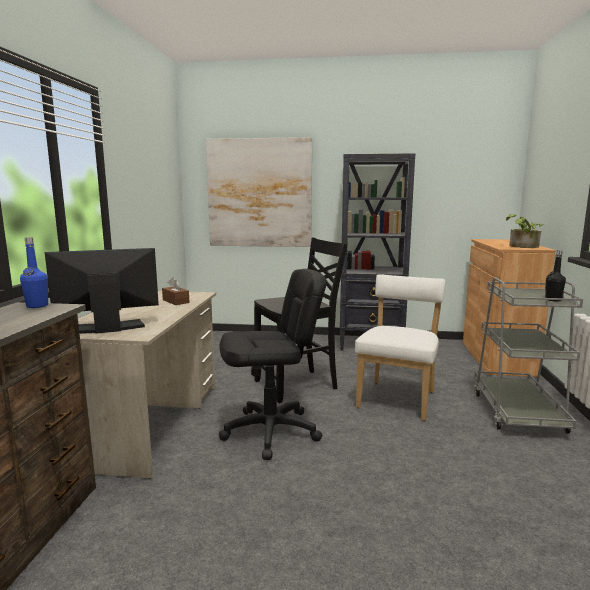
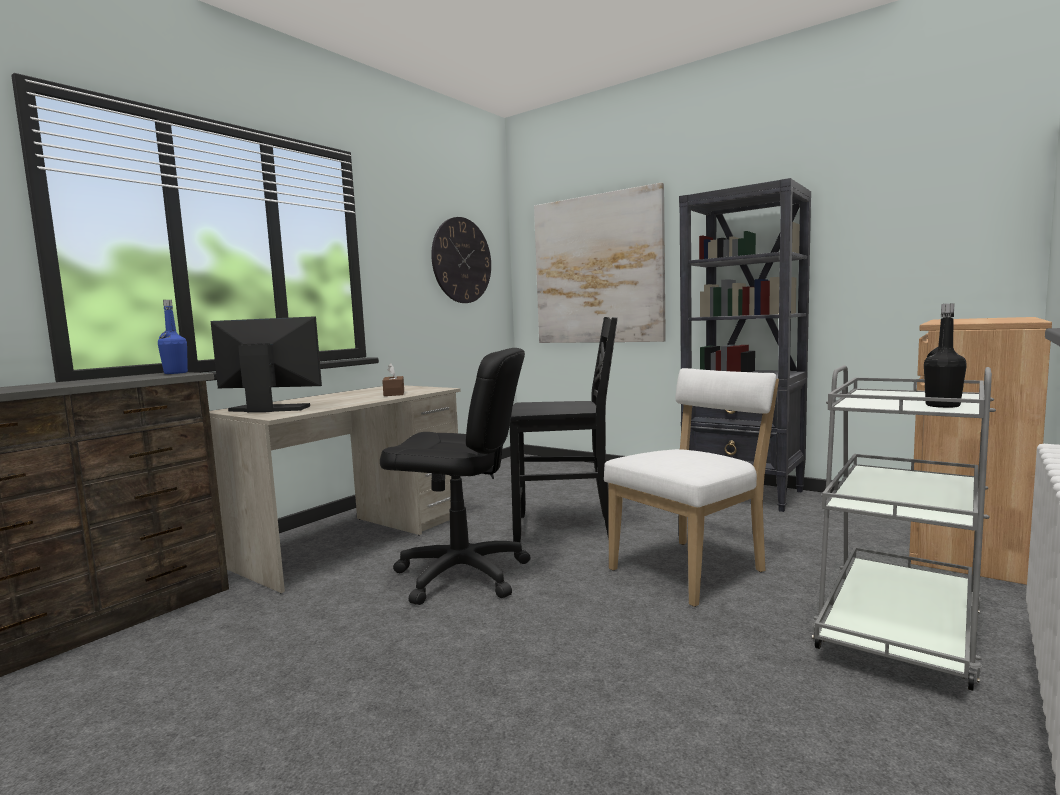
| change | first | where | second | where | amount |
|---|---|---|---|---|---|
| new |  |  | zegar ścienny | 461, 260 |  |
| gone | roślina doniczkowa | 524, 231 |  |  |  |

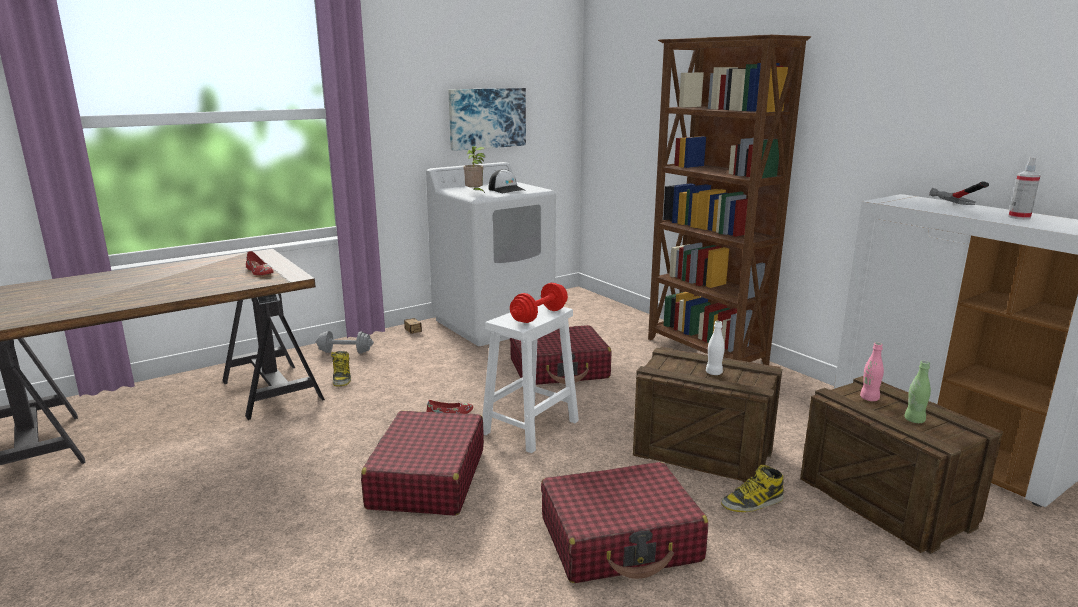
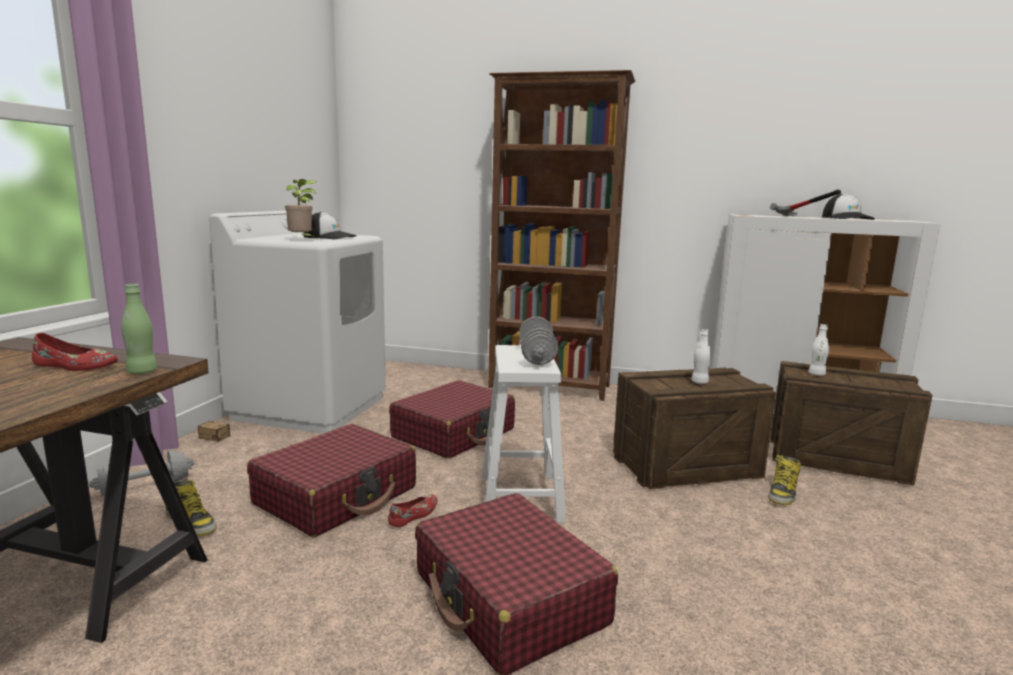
| change | first | where | second | where | amount |
|---|---|---|---|---|---|
| shifted | butelka/zielony | 917, 392 |  | 139, 329 |  |
| shifted | walizka/czerwony | 624, 522 |  | 331, 480 |  |
| repainted | hantel/czerwony | 539, 303 | hantel/szary | 538, 340 |  |
| repainted | butelka/różowy | 872, 371 | butelka/biały | 819, 350 |  |
| swapped | spryskiwacz | 1024, 188 | czapka z daszkiem | 848, 206 |  |
| gone | obraz | 487, 119 |  |  |  |

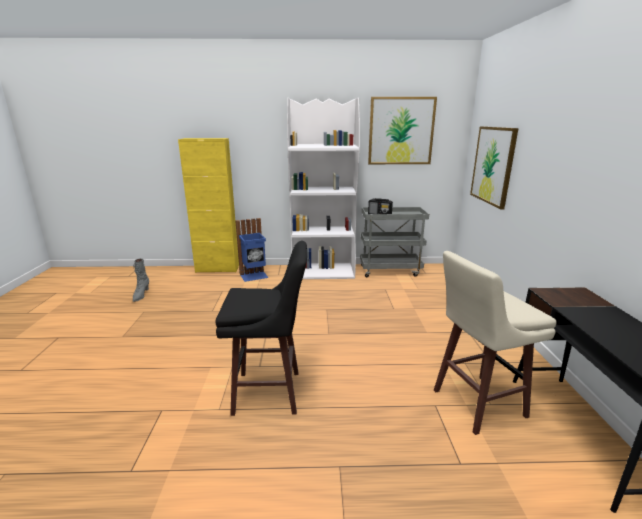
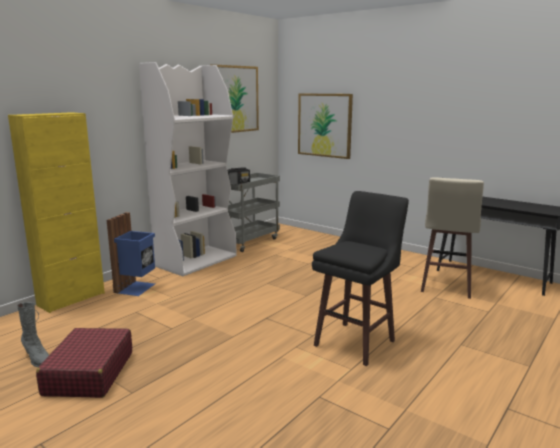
| change | first | where | second | where | amount |
|---|---|---|---|---|---|
| new |  |  | walizka/czerwony | 84, 363 |  |

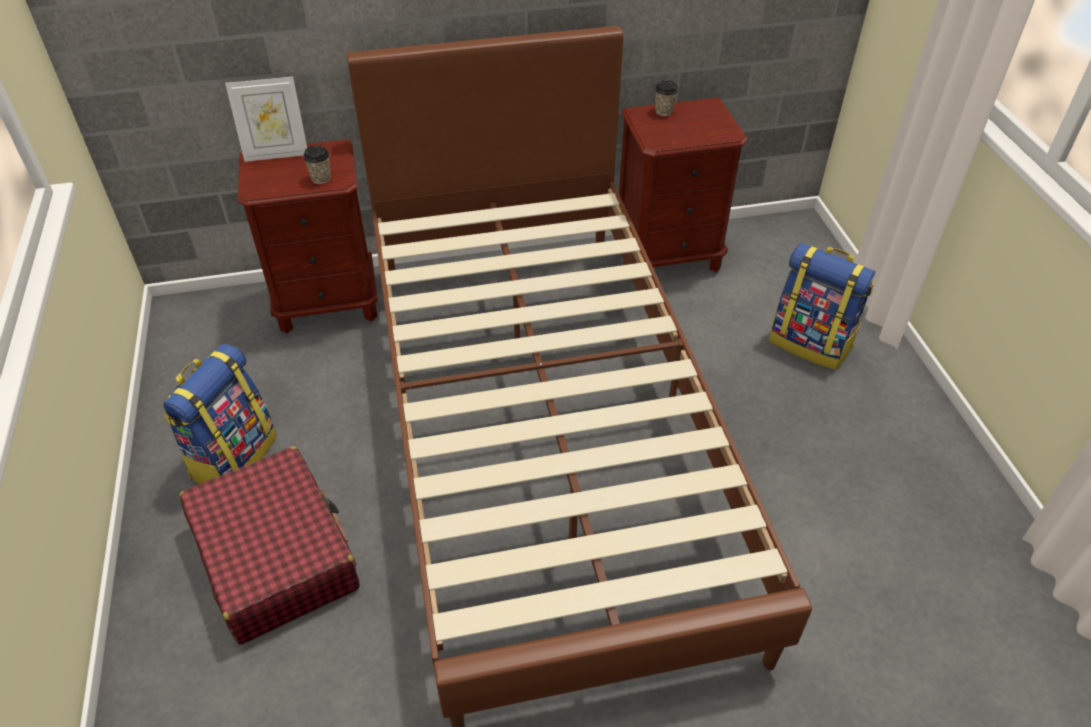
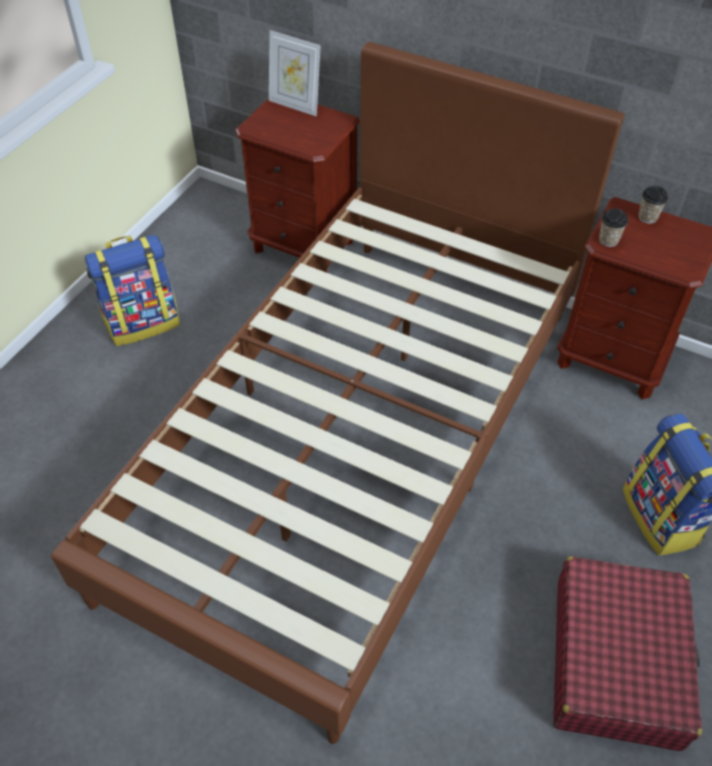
| change | first | where | second | where | amount |
|---|---|---|---|---|---|
| shifted | walizka/czerwony | 270, 545 |  | 628, 653 |  |
| shifted | filiżanka | 317, 164 |  | 613, 227 |  |

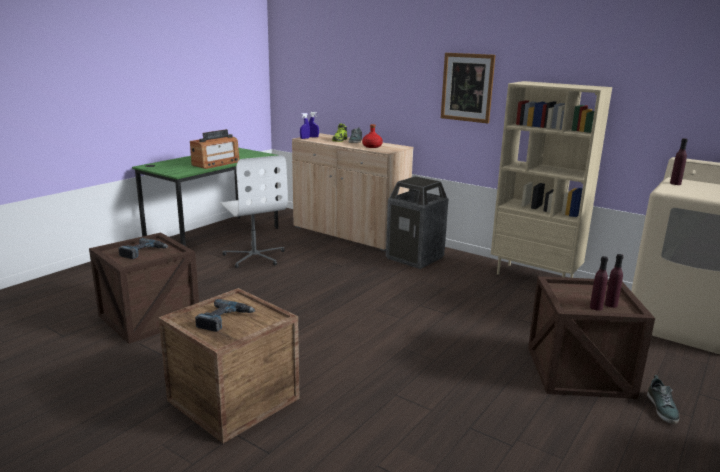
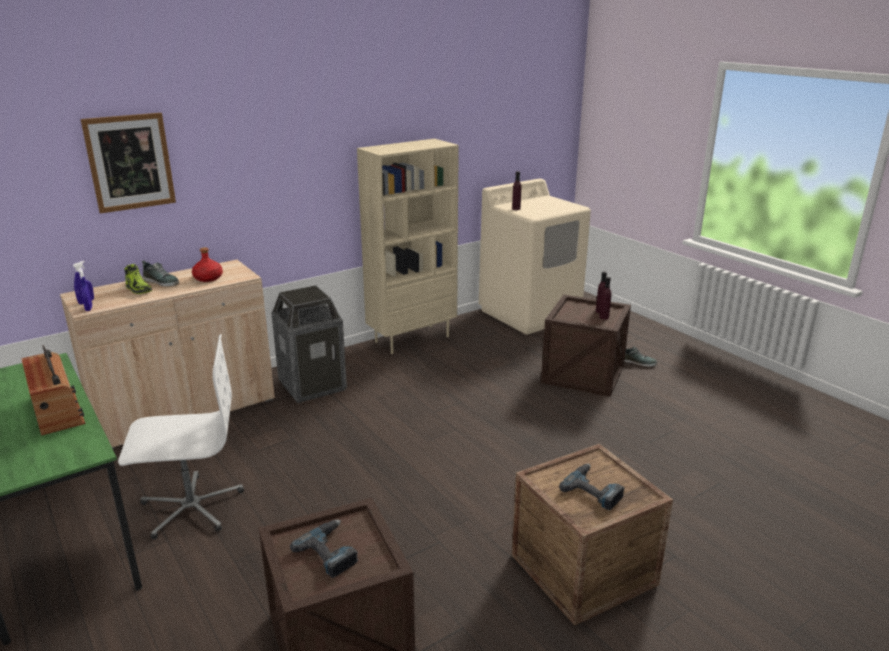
| change | first | where | second | where | amount |
|---|---|---|---|---|---|
| shifted | obraz | 468, 88 |  | 128, 163 |  |

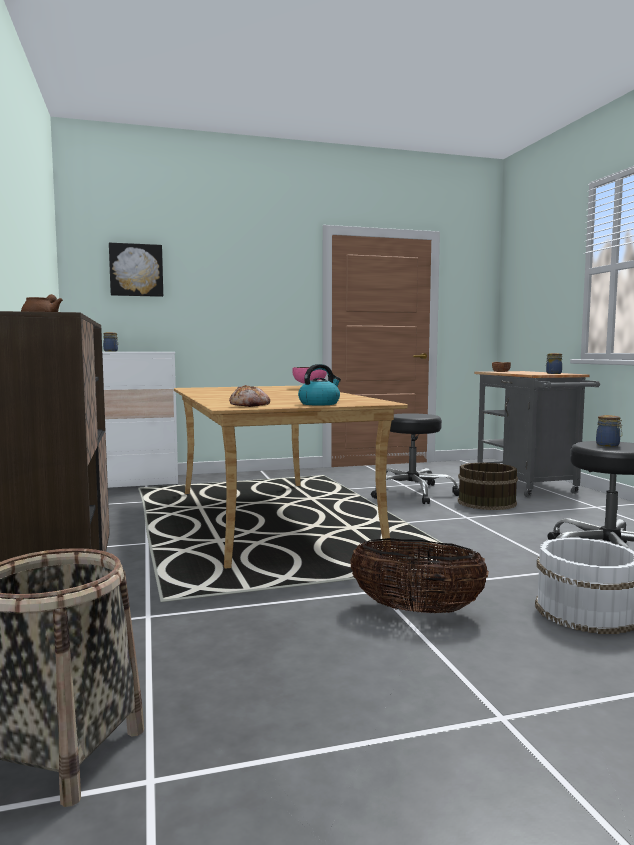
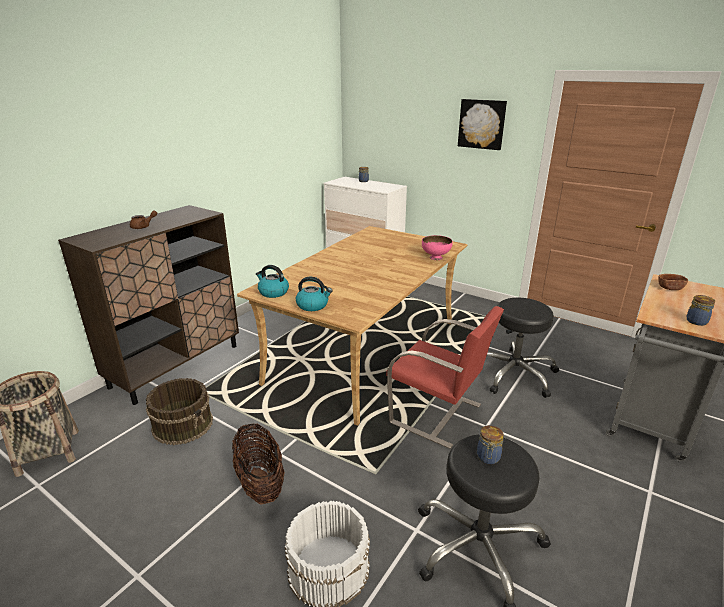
| change | first | where | second | where | amount |
|---|---|---|---|---|---|
| shifted | wiadro/brązowy | 488, 486 |  | 179, 411 |  |
| swapped | chleb | 249, 396 | czajnik | 272, 281 |  |
| new |  |  | krzesło/czerwony | 445, 377 |  |
| shifted | obraz | 136, 270 |  | 482, 124 |  |

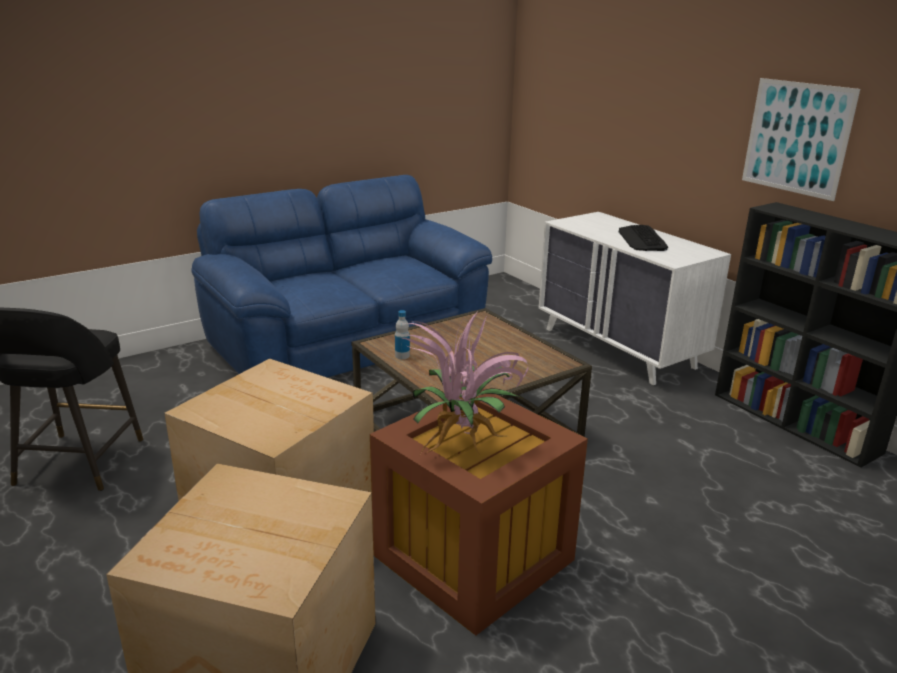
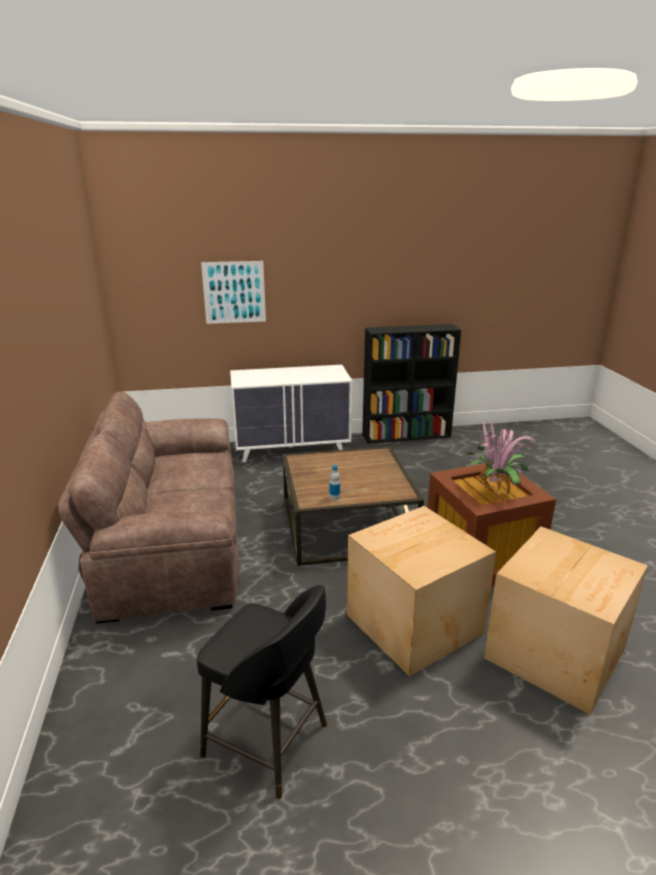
| change | first | where | second | where | amount |
|---|---|---|---|---|---|
| repainted | kanapa/niebieski | 341, 276 | kanapa/brązowy | 149, 508 |  |
| shifted | obraz | 801, 139 |  | 233, 292 |  |
| gone | klawiatura | 643, 238 |  |  |  |

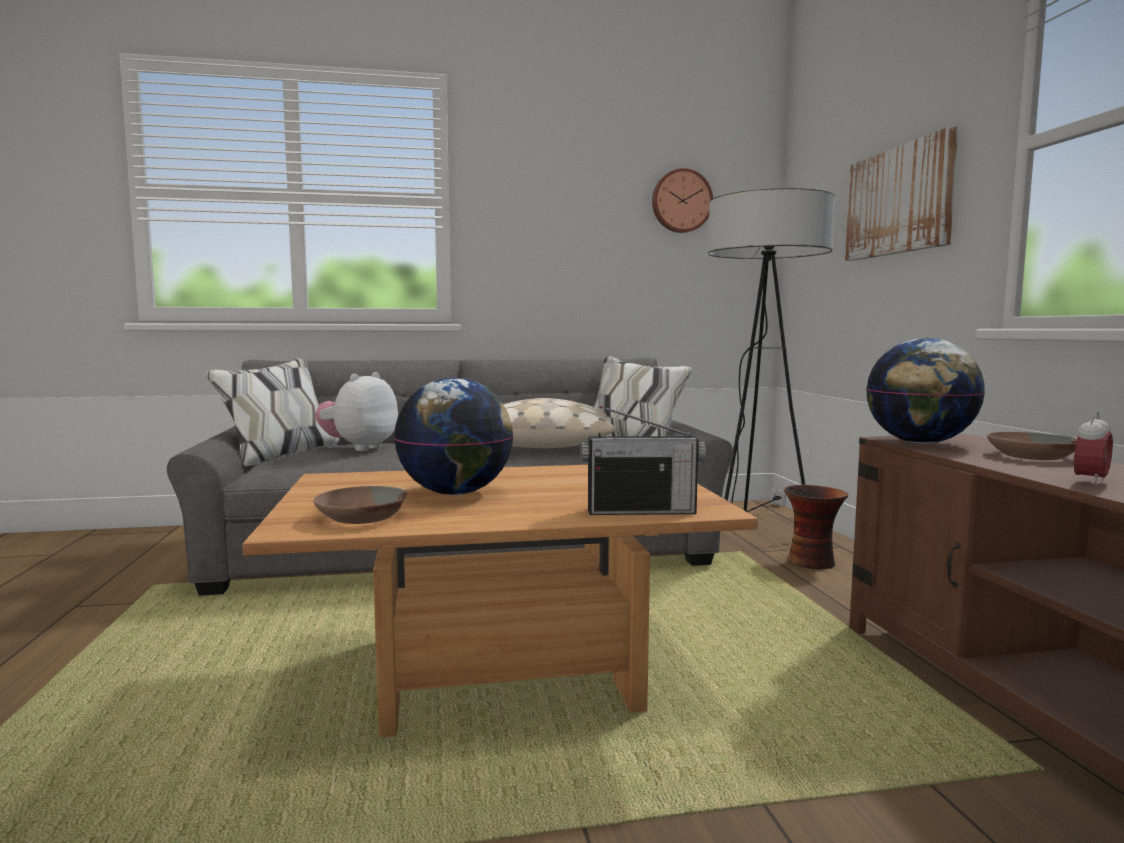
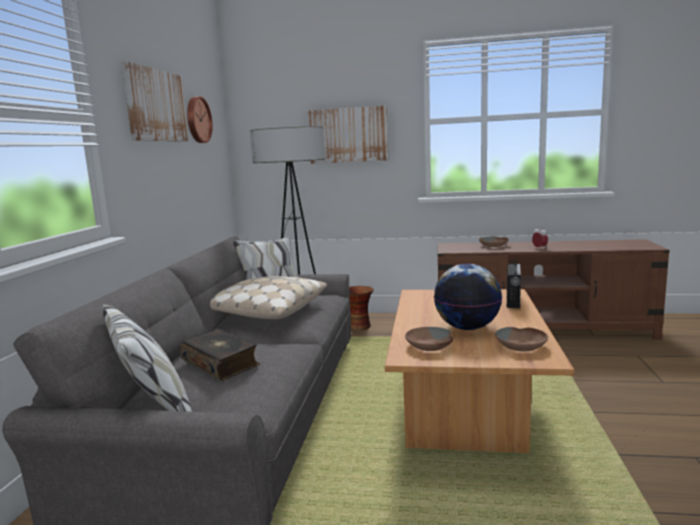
| change | first | where | second | where | amount |
|---|---|---|---|---|---|
| new |  |  | obraz | 155, 101 |  |
| swapped | pluszak | 356, 411 | książka | 219, 355 |  |
| new |  |  | miska/brązowy | 429, 339 |  |
| gone | globus | 925, 391 |  |  |  |

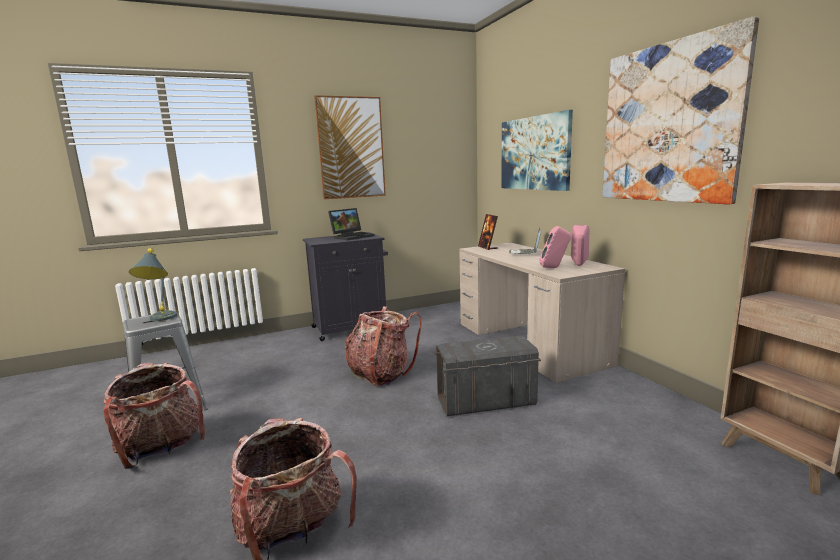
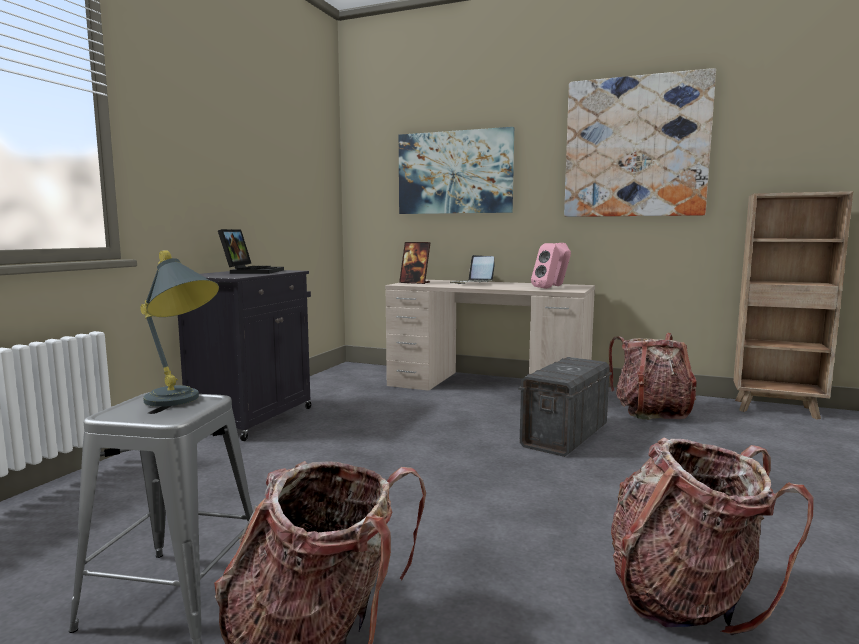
| change | first | where | second | where | amount |
|---|---|---|---|---|---|
| shifted | plecak | 383, 346 |  | 653, 376 |  |
| gone | obraz | 350, 147 |  |  |  |

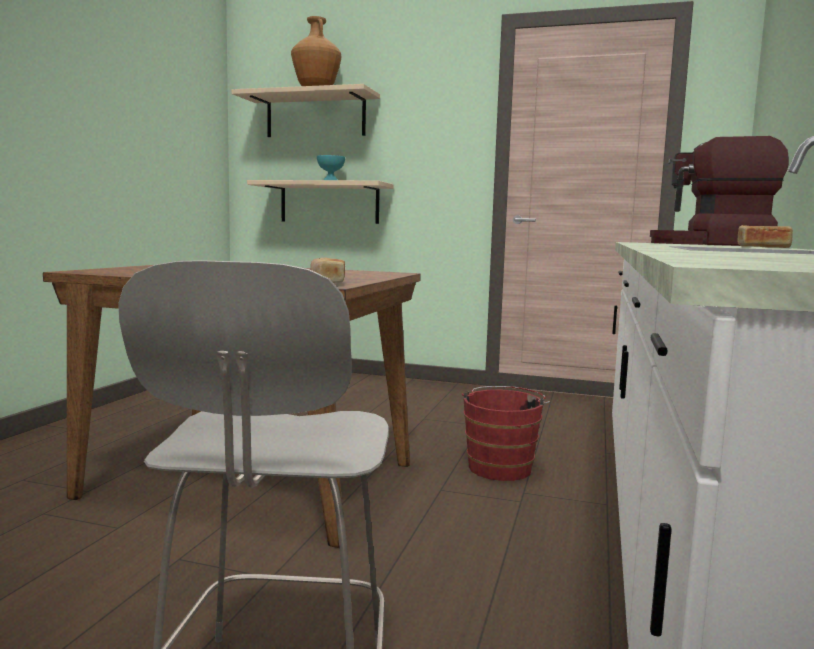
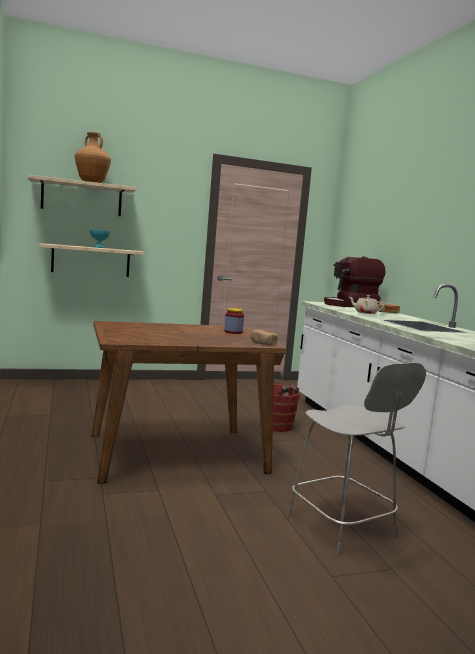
| change | first | where | second | where | amount |
|---|---|---|---|---|---|
| new |  |  | słoik | 234, 321 |  |
| new |  |  | imbryk/beżowy | 367, 304 |  |

